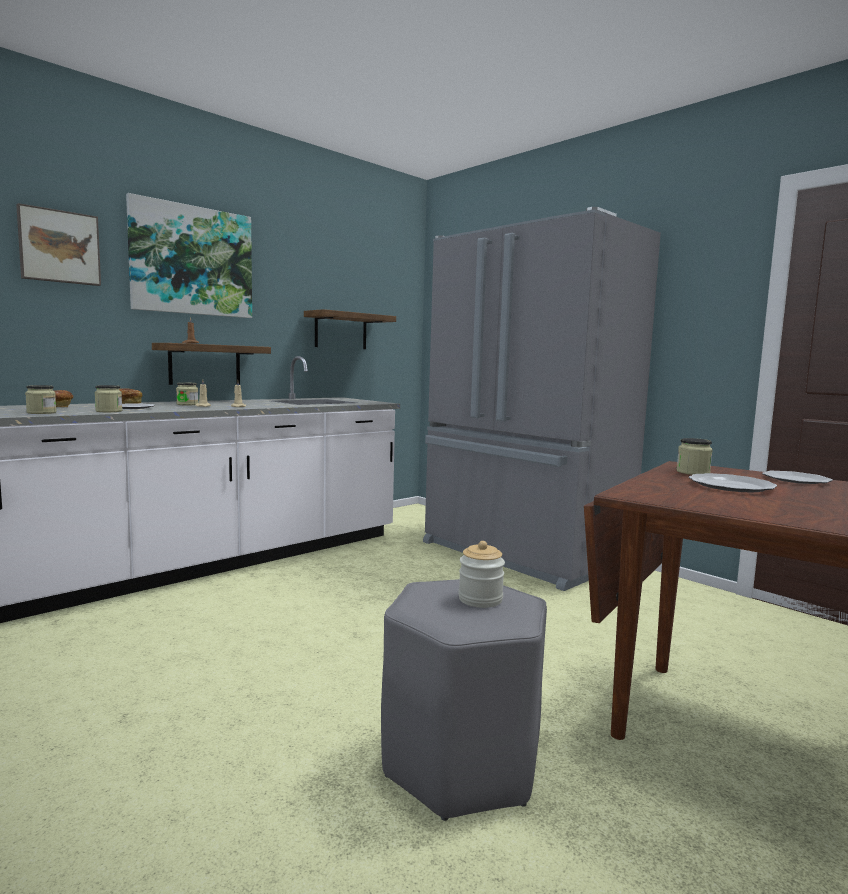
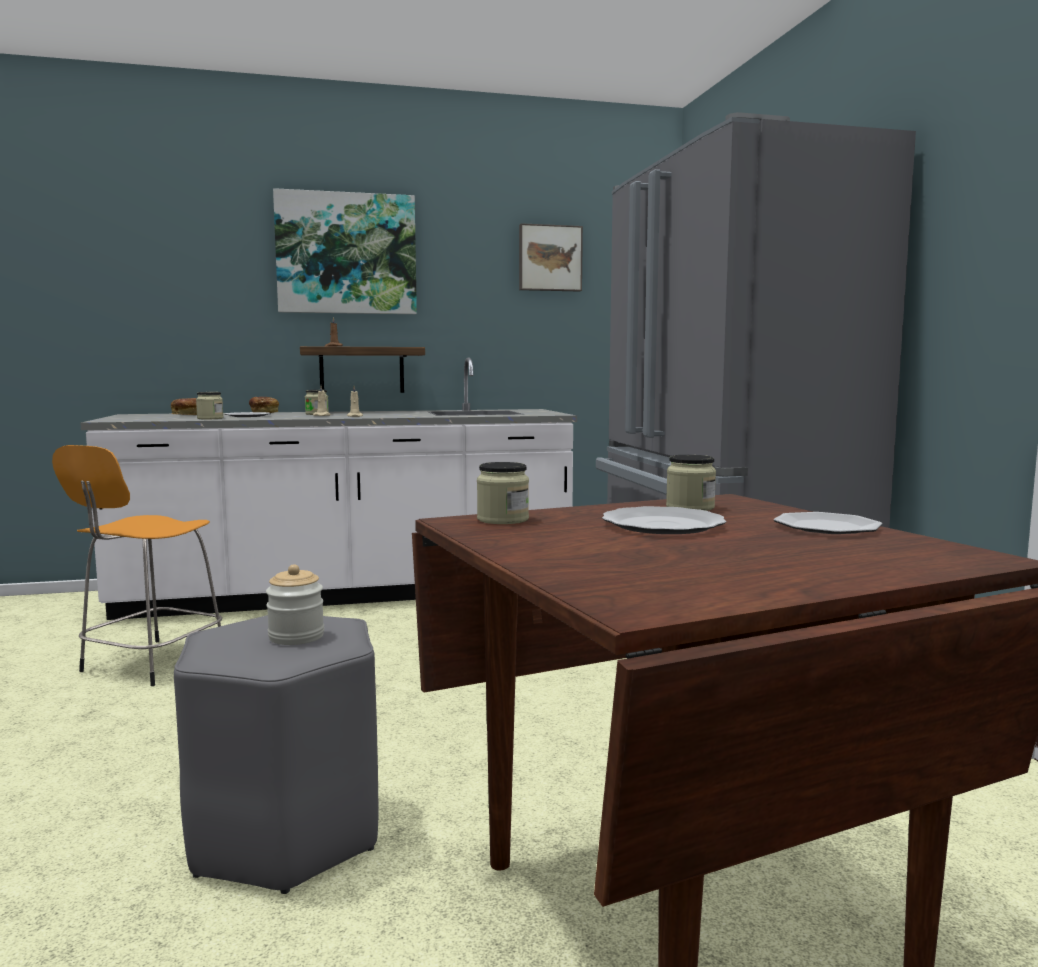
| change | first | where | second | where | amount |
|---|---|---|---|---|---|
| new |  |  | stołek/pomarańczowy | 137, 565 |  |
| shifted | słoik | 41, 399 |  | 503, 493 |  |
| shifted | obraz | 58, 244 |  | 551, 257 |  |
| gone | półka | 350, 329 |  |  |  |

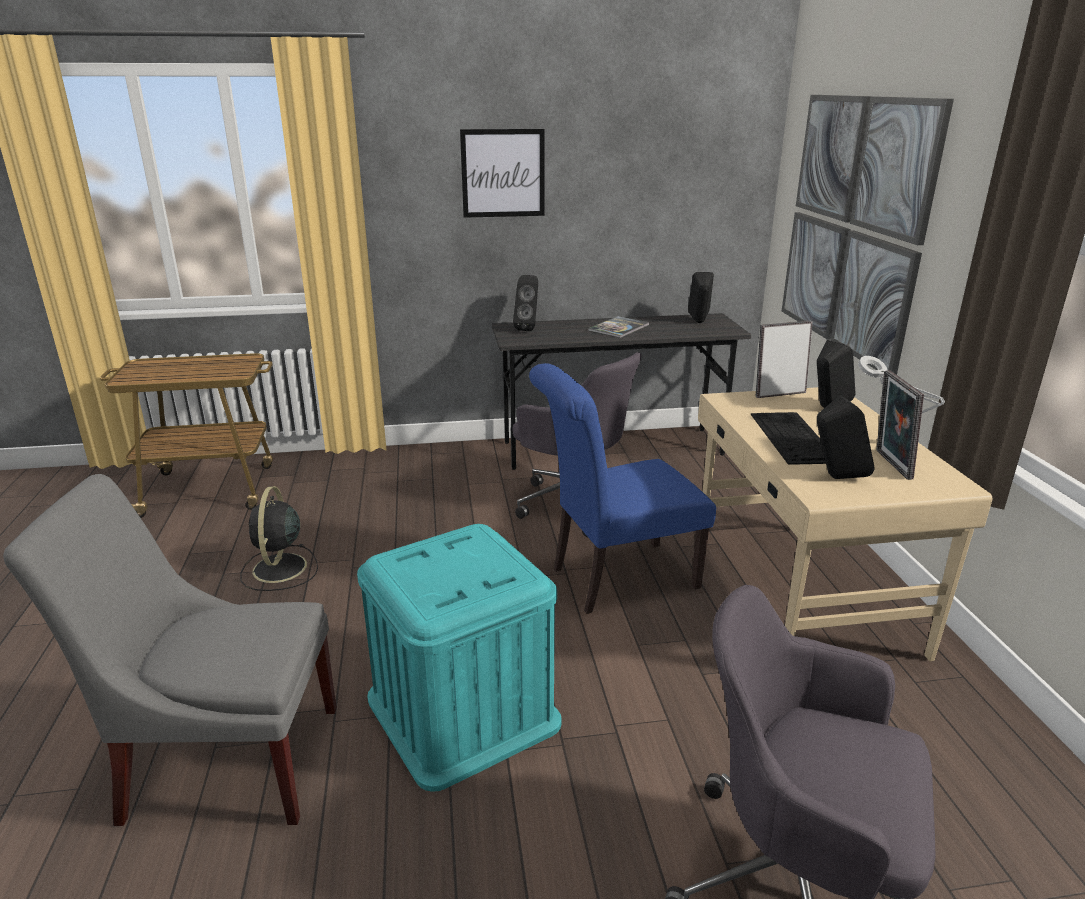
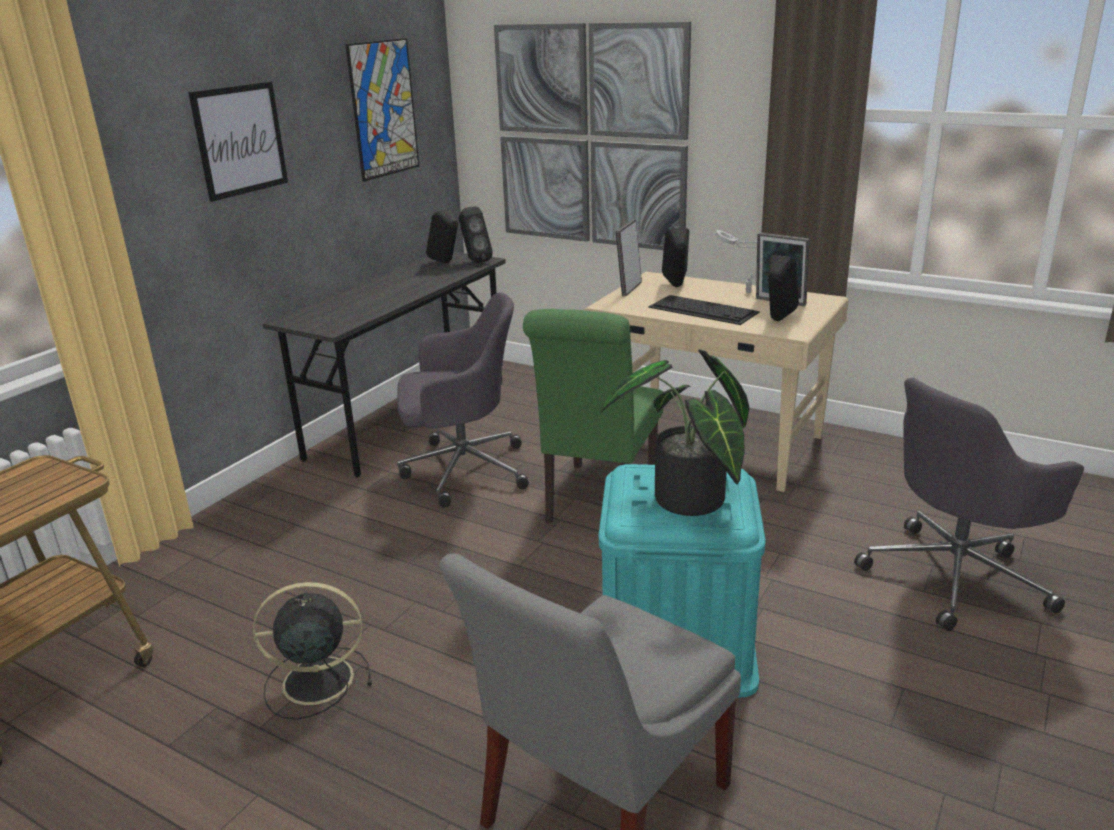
| change | first | where | second | where | amount |
|---|---|---|---|---|---|
| rotated | wentylator/czarny | 279, 538 |  | 312, 651 | 135 degrees clockwise |
| new |  |  | obraz | 382, 110 |  |
| shifted | głośnik/czarny | 525, 303 |  | 476, 234 |  |
| repainted | krzesło/niebieski | 622, 488 | krzesło/zielony | 593, 416 |  |
| new |  |  | roślina doniczkowa | 674, 432 |  |
| gone | książka | 618, 327 |  |  |  |

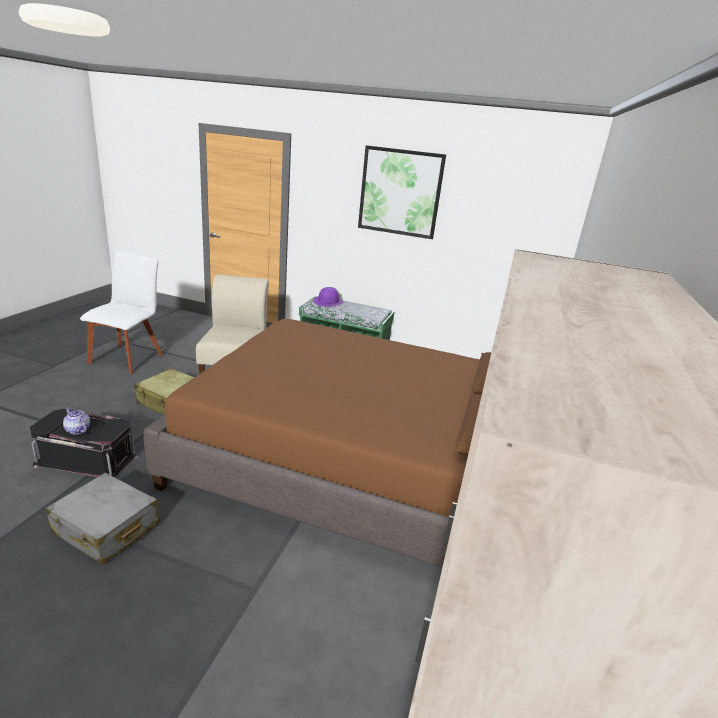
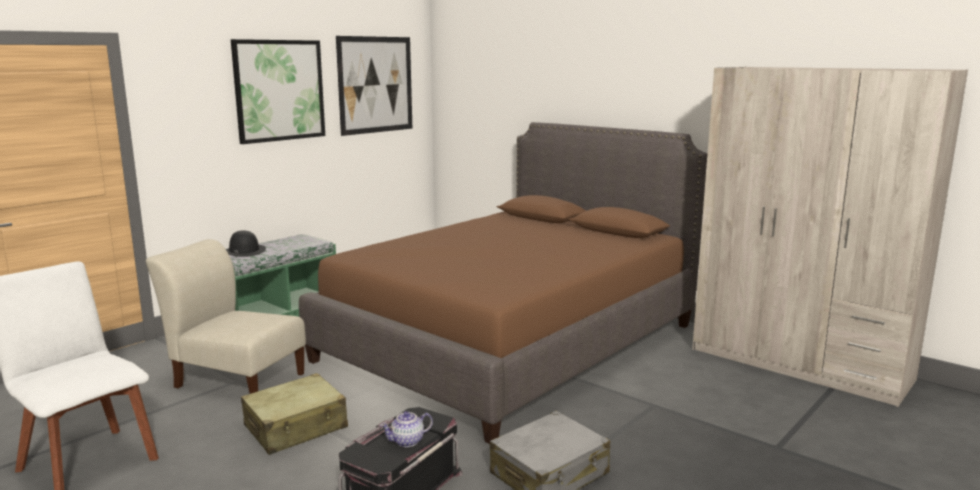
| change | first | where | second | where | amount |
|---|---|---|---|---|---|
| repainted | kapelusz/fioletowy | 328, 297 | kapelusz/czarny | 246, 243 |  |
| new |  |  | obraz | 374, 86 |  |

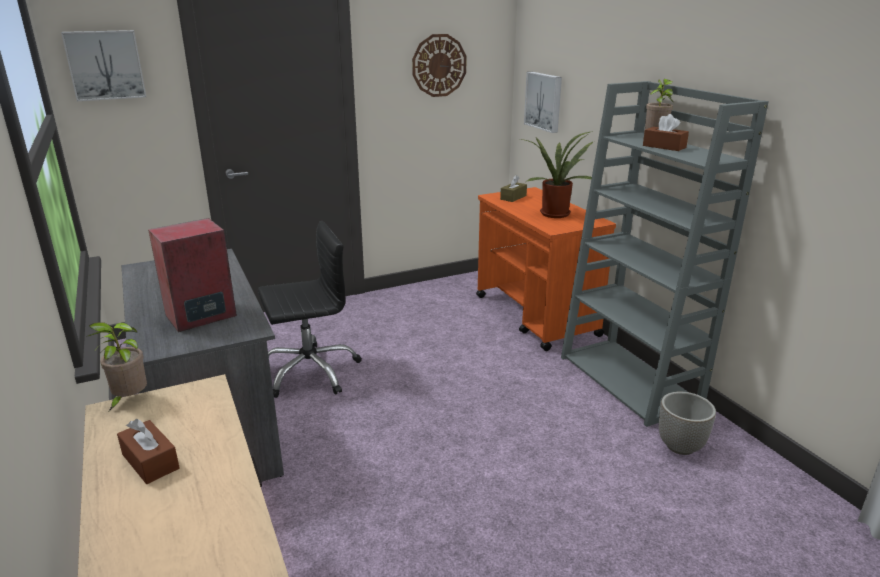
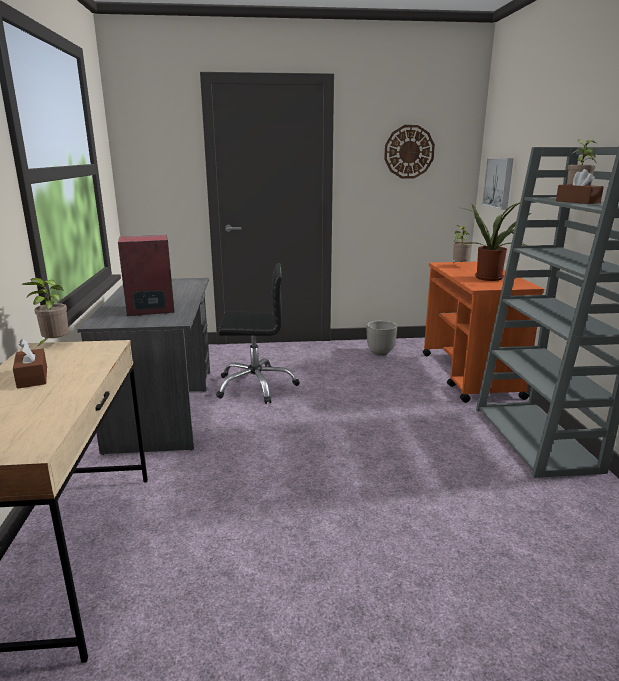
| change | first | where | second | where | amount |
|---|---|---|---|---|---|
| shifted | donica | 687, 423 |  | 382, 338 |  |
| swapped | pudełko chusteczek/brązowy | 513, 188 | roślina doniczkowa | 462, 244 |  |
| gone | obraz | 103, 65 |  |  |  |

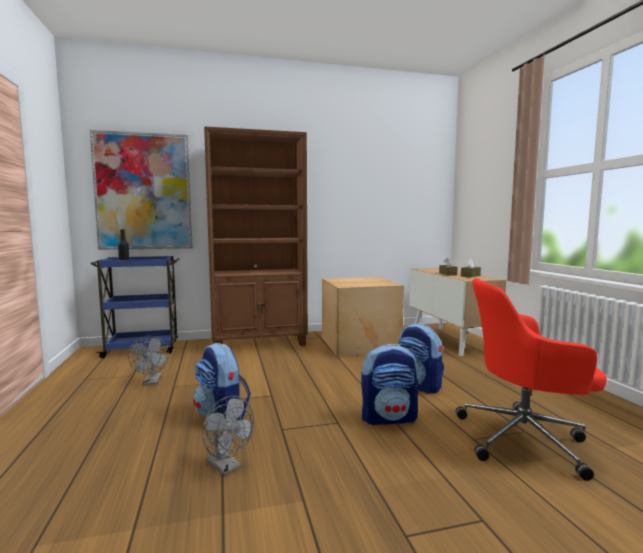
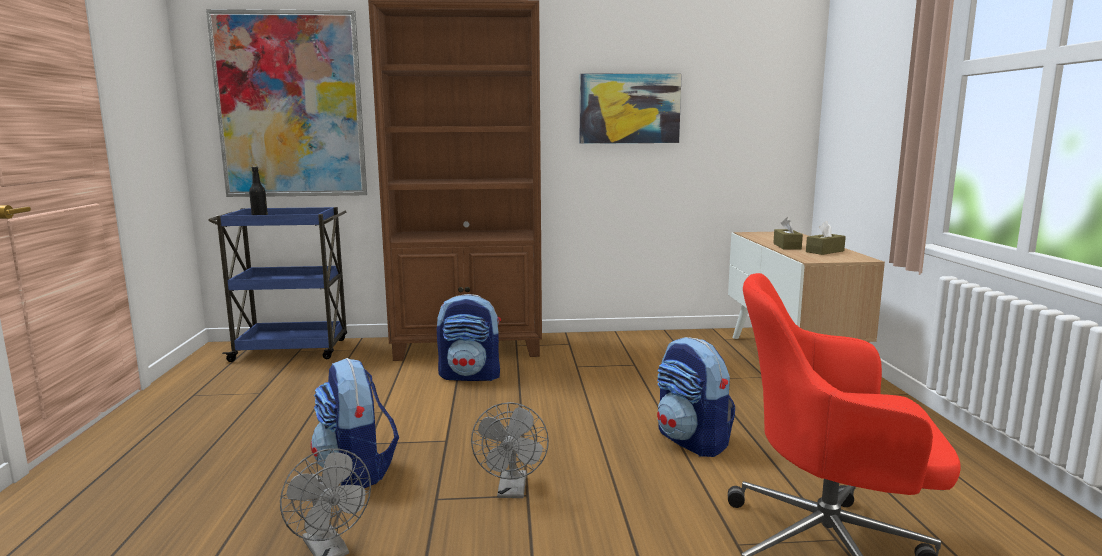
| change | first | where | second | where | amount |
|---|---|---|---|---|---|
| shifted | plecak | 390, 384 |  | 469, 337 |  |
| shifted | wentylator/szary | 148, 360 |  | 510, 450 |  |
| new |  |  | obraz | 631, 109 |  |
| gone | karton | 363, 317 |  |  |  |

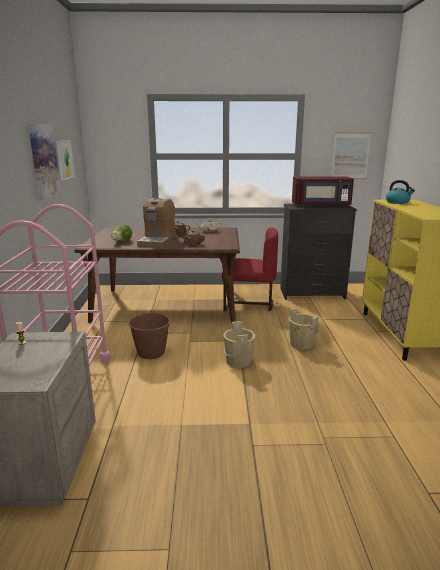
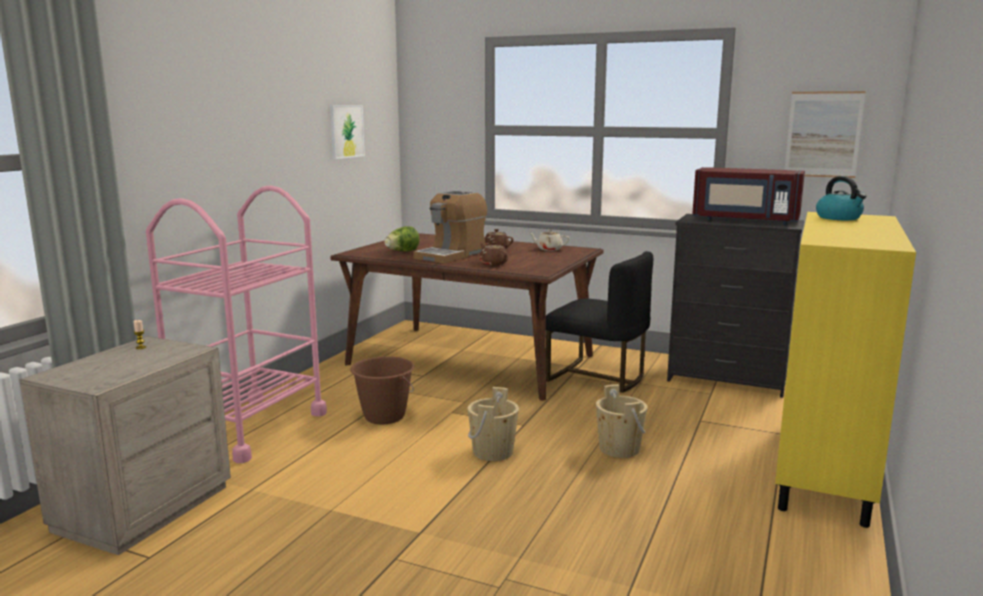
| change | first | where | second | where | amount |
|---|---|---|---|---|---|
| repainted | krzesło/czerwony | 250, 269 | krzesło/czarny | 599, 322 |  |
| gone | obraz | 44, 162 |  |  |  |

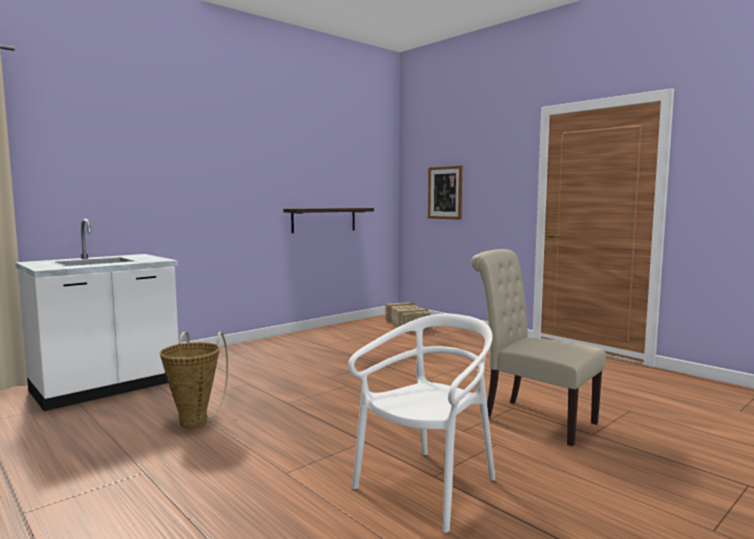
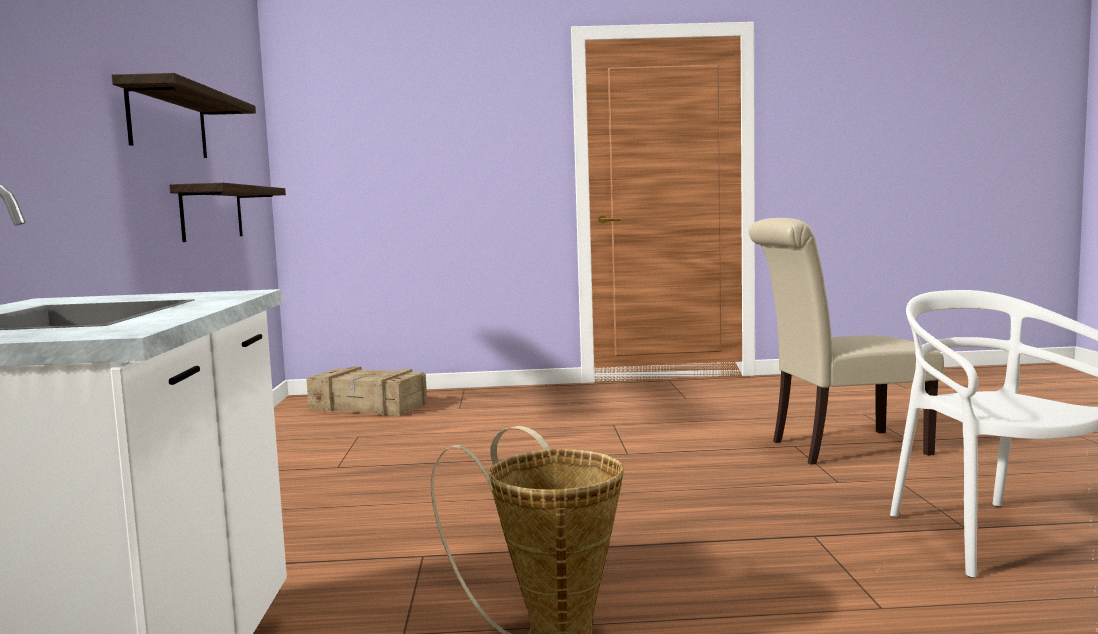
| change | first | where | second | where | amount |
|---|---|---|---|---|---|
| new |  |  | półka | 184, 115 |  |
| gone | obraz | 445, 192 |  |  |  |

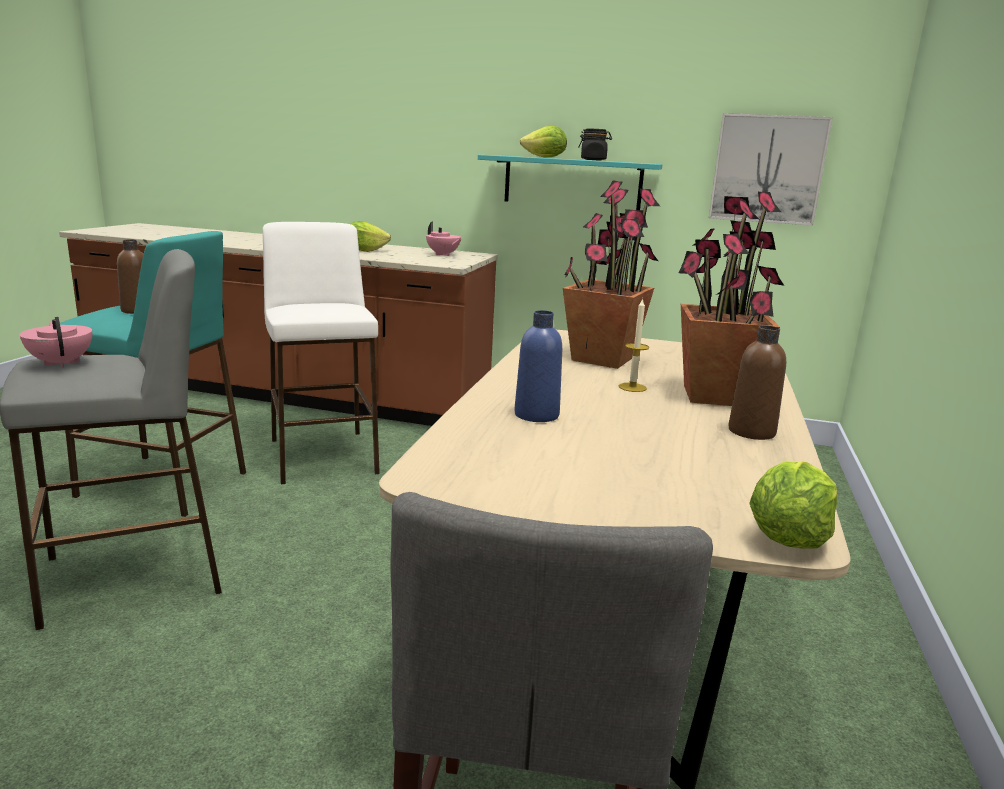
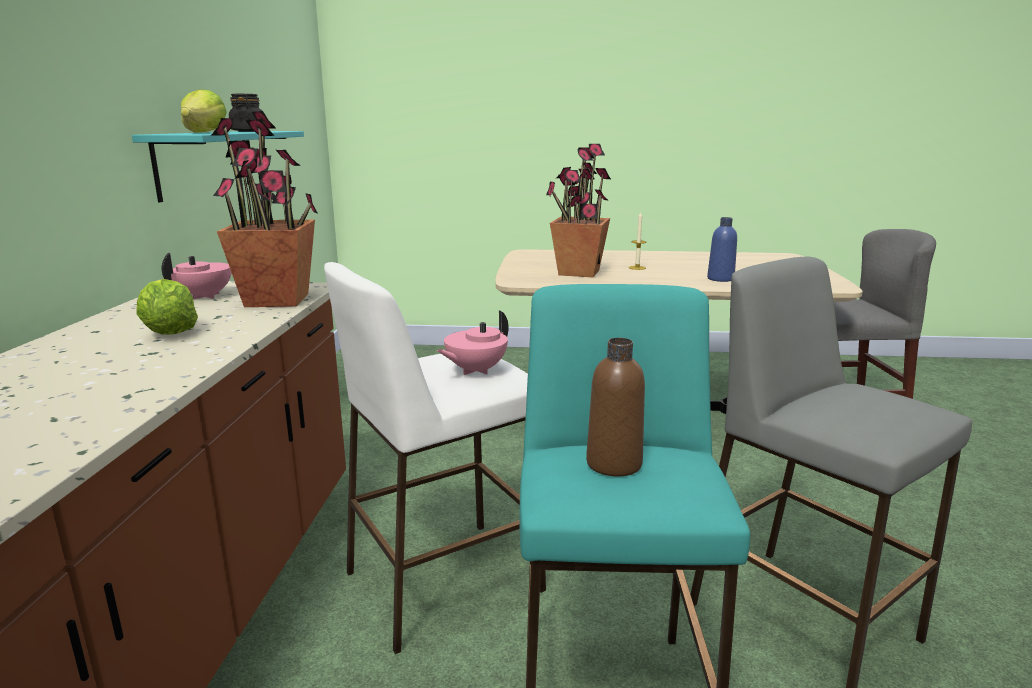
| change | first | where | second | where | amount |
|---|---|---|---|---|---|
| shifted | roślina doniczkowa | 731, 299 |  | 264, 209 |  |
| shifted | imbryk/różowy | 56, 342 |  | 473, 343 |  |
| gone | obraz | 771, 169 |  |  |  |
| gone | butelka/brązowy | 757, 383 |  |  |  |
| gone | sałata | 793, 505 |  |  |  |

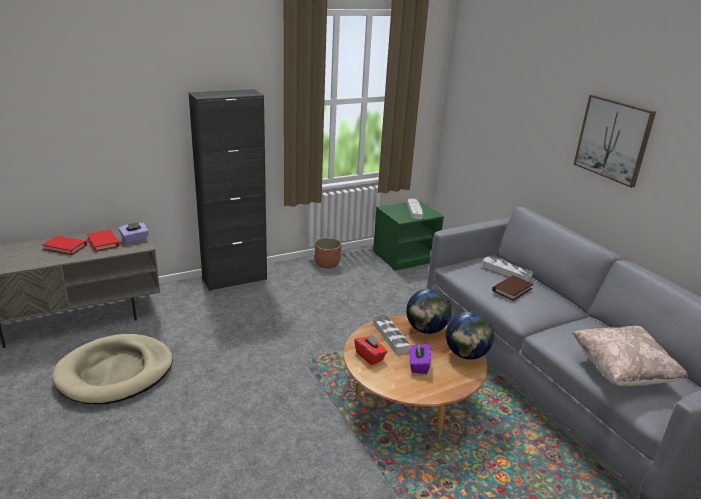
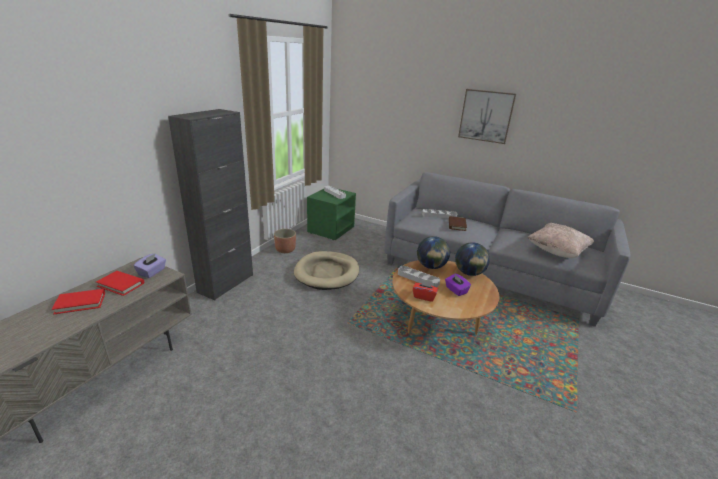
| change | first | where | second | where | amount |
|---|---|---|---|---|---|
| shifted | legowisko/beżowy | 112, 369 |  | 326, 270 |  |

